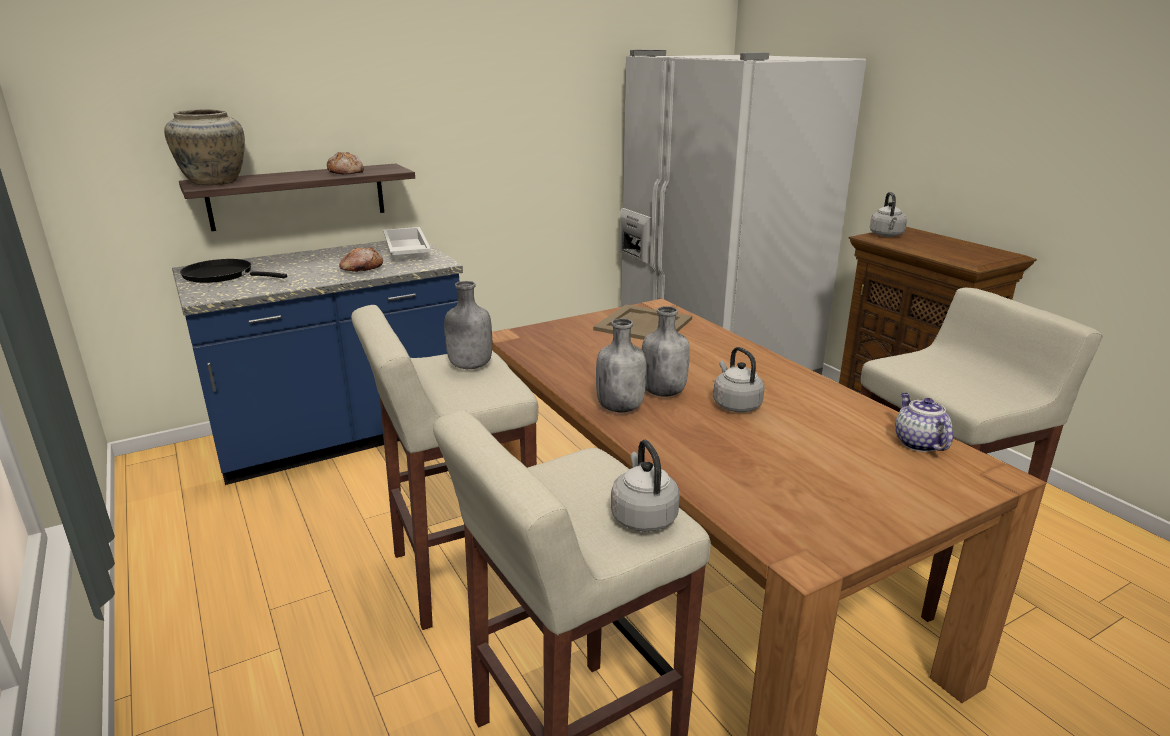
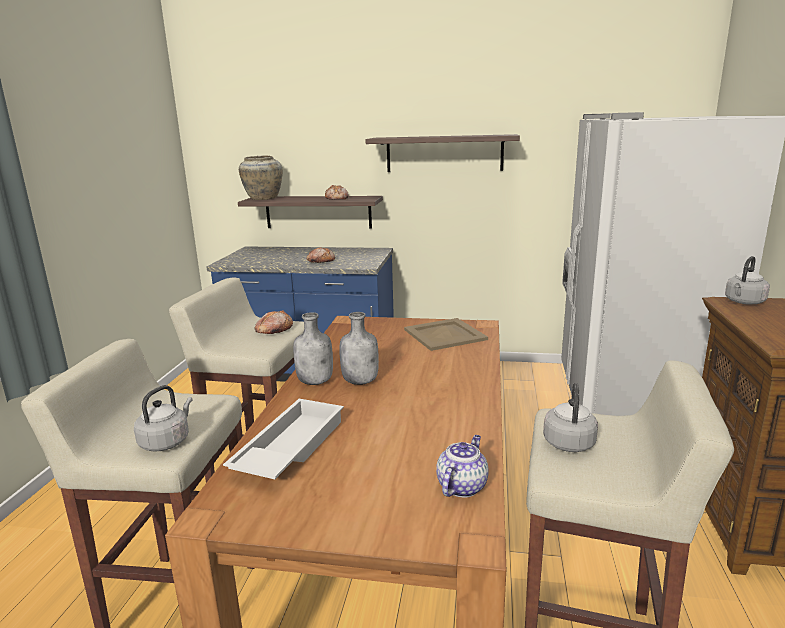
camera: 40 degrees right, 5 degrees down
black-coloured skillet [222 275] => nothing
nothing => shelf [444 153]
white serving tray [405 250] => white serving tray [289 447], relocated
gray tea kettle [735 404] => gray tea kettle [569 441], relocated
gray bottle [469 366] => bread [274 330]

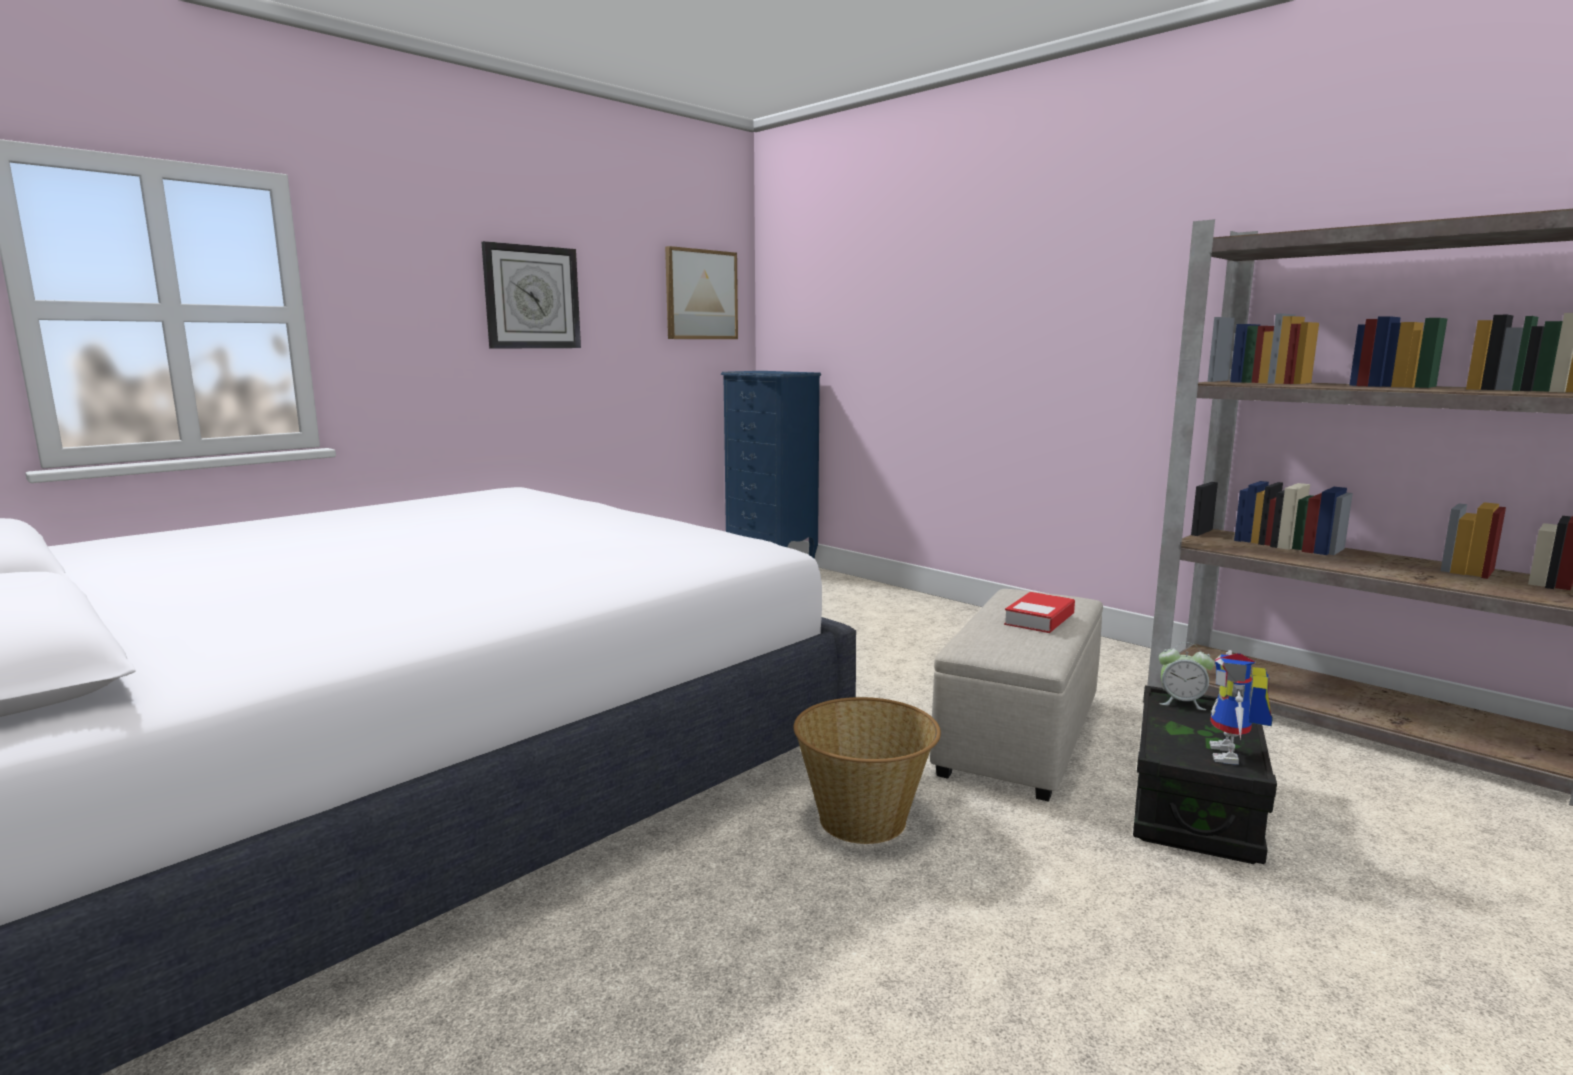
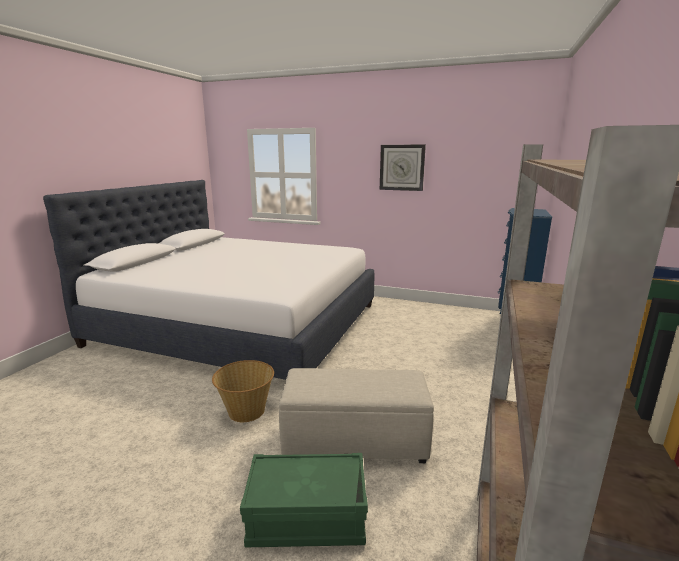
camera: 65 degrees right, 5 degrees up
picture [701 295] => nothing
book [1039 619] => nothing
alarm clock [1181 702] => nothing
robot figure [1233 757] => nothing
black-coloured storage container [1194 805] => green-coloured storage container [307 518]

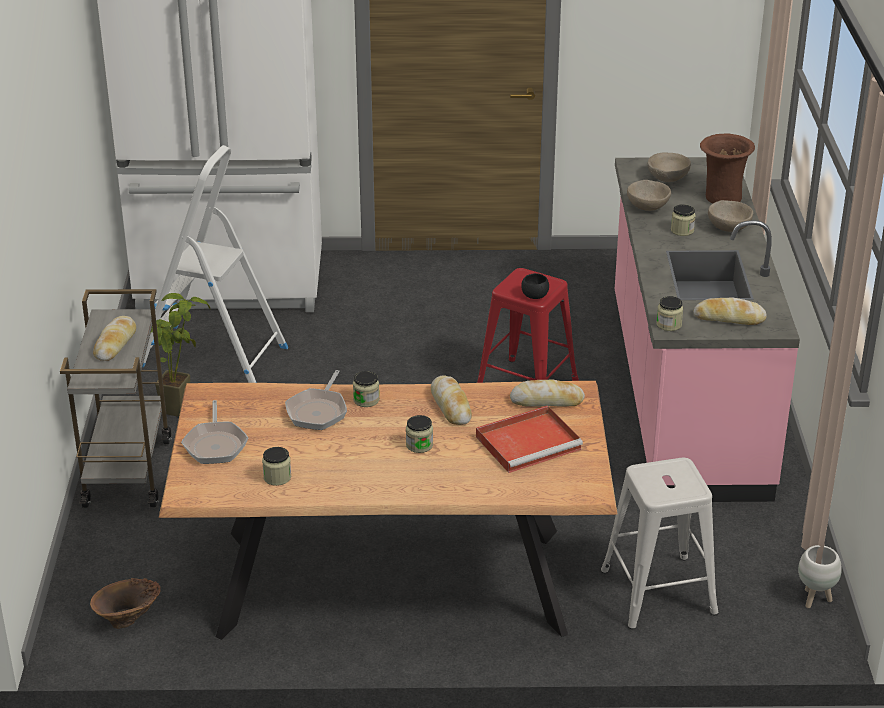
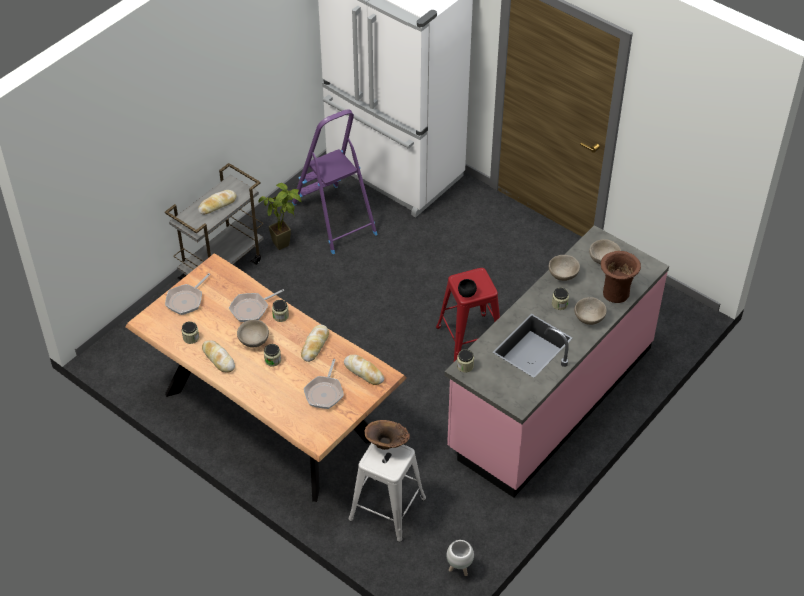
camera: 40 degrees right, 15 degrees up
nothing => beige-coloured serving bowl [253 340]
brownish flower vase [129 621] => brownish flower vase [387 446], relocated
bread [729 318] => bread [218 358], relocated
red-coloured serving tray [529 442] => skillet [325 392]
white stepladder [211 356] => purple stepladder [333 218]

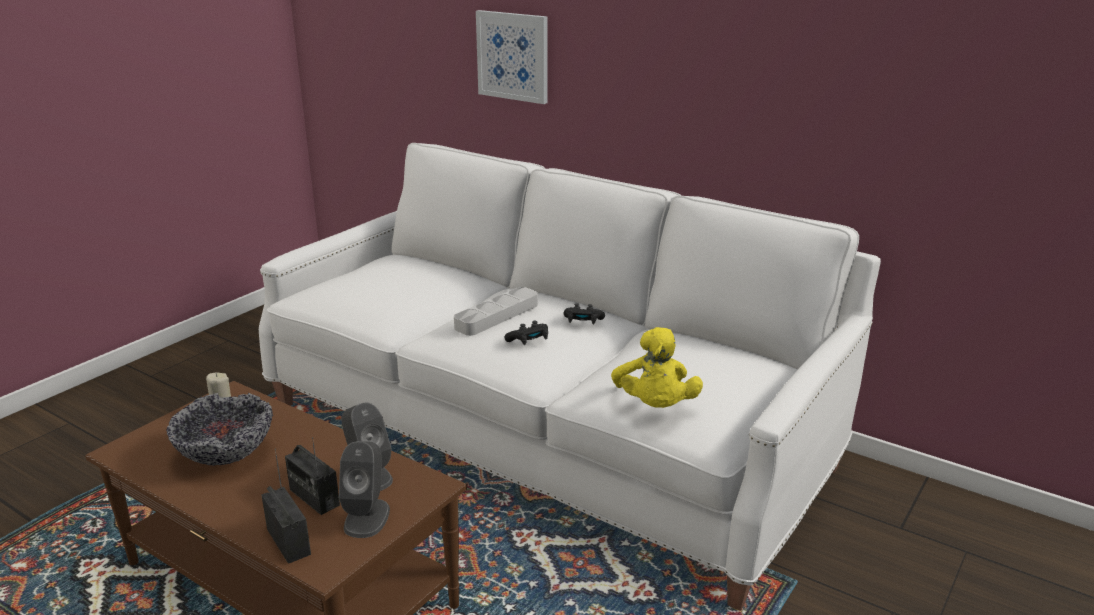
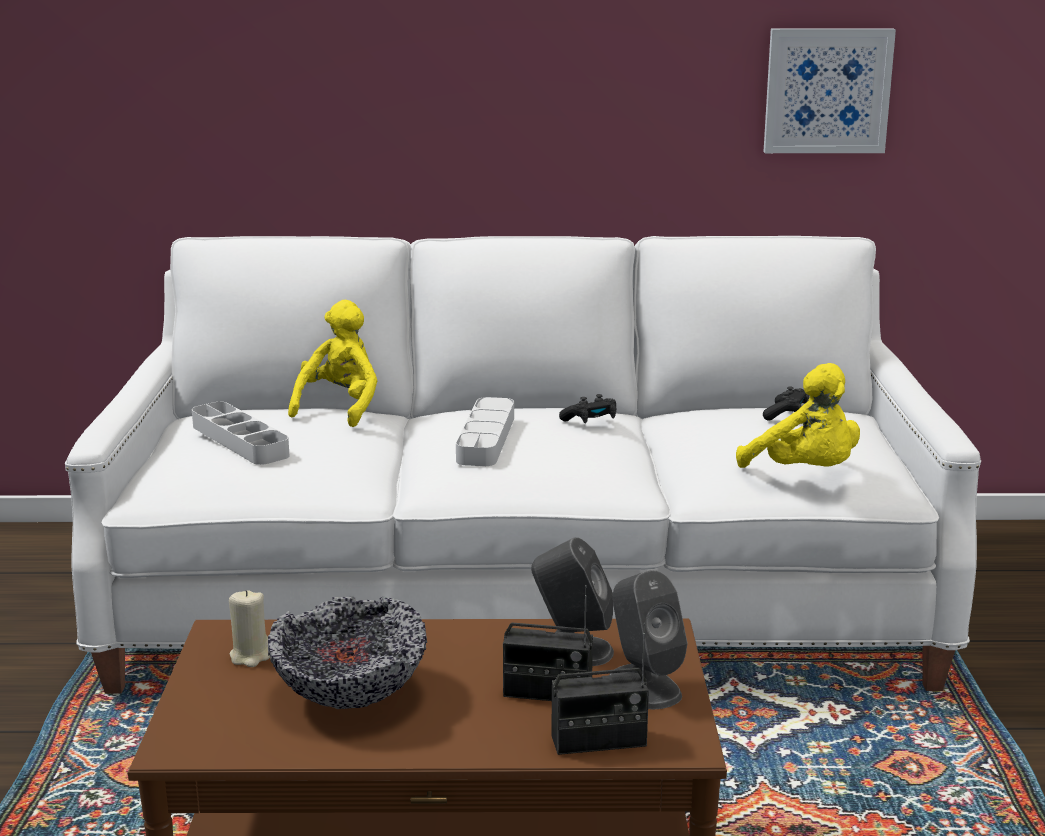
camera: 35 degrees left, 5 degrees down
nothing => gray serving tray [240 440]
nothing => yellow-coloured soft toy [340 408]
picture [513 56] => picture [827 91], relocated
black-coloured gamepad [529 341] => black-coloured gamepad [786 414], relocated
radio [289 541] => radio [598 741], 150 degrees clockwise

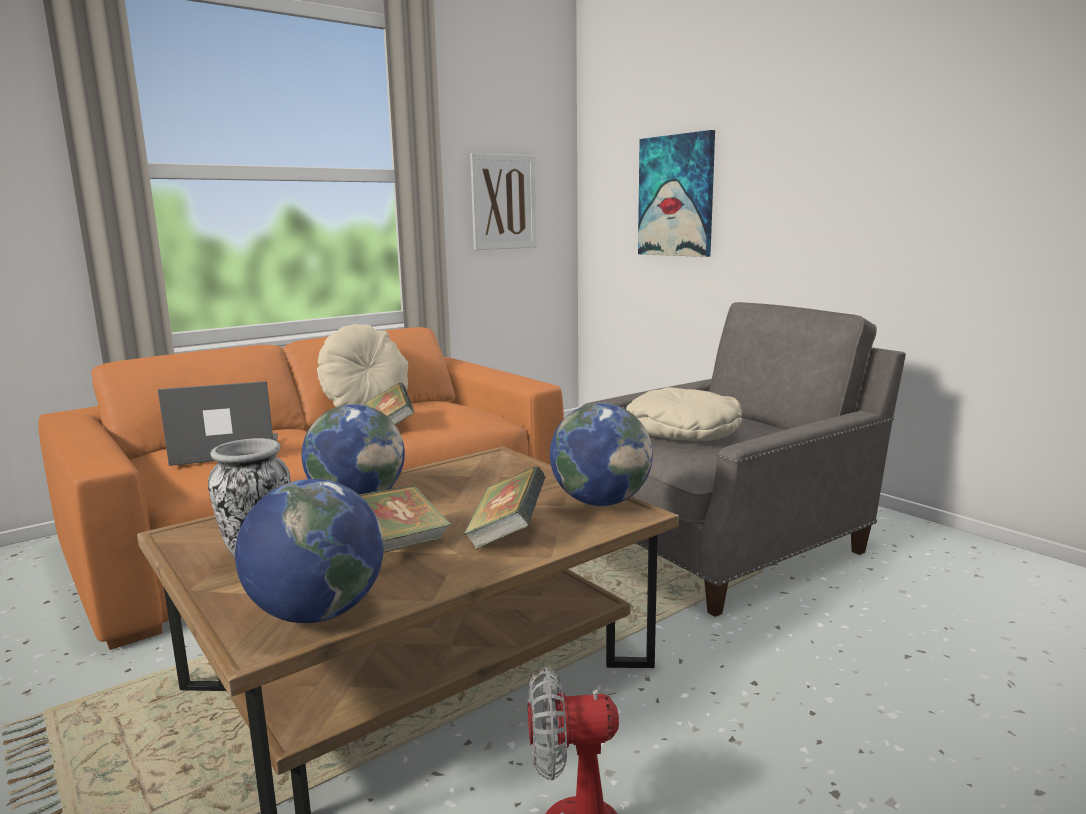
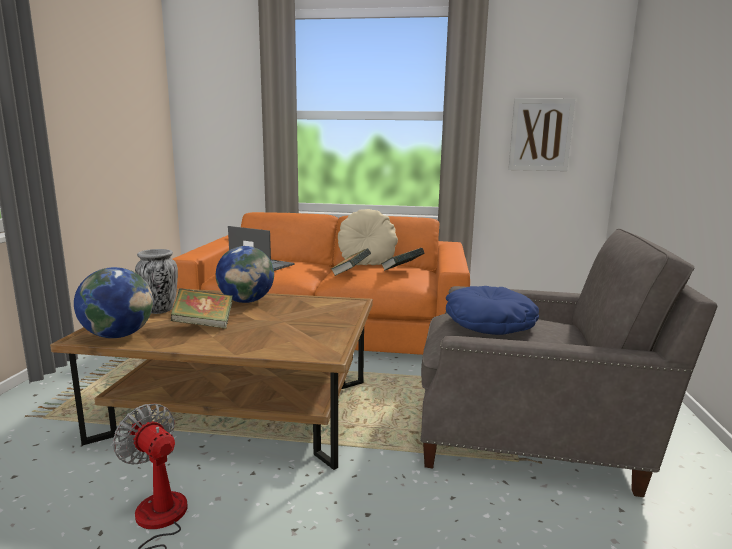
camera: 45 degrees right, 0 degrees up
desk globe [600 502] => nothing
picture [676 196] => nothing
book [507 534] => book [402 271], relocated
beige-coloured cushion [685 432] => bluish cushion [490 324]

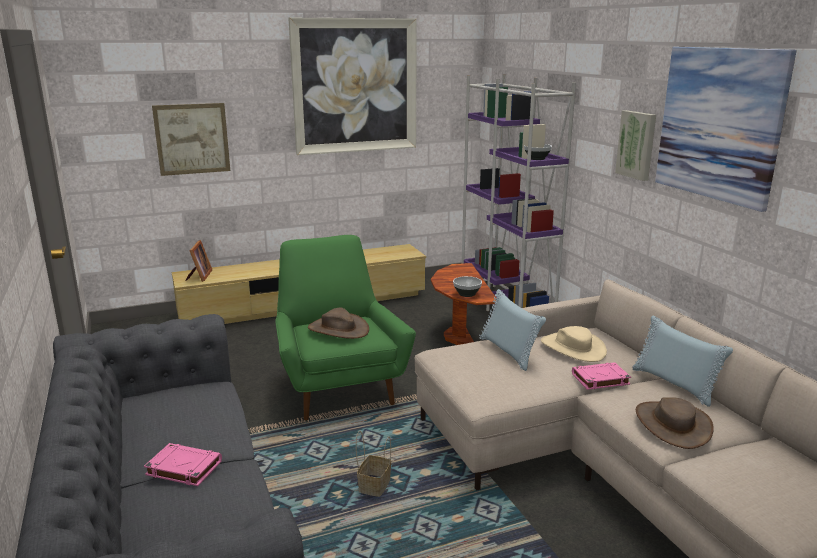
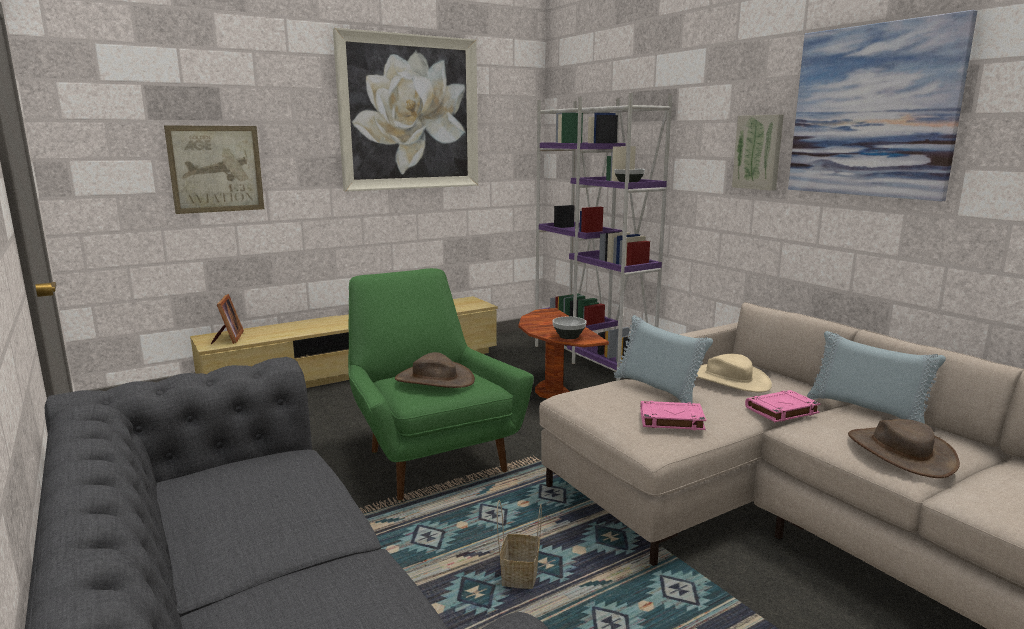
camera: 10 degrees left, 5 degrees down
pinkish book [183 468] => pinkish book [670 420], relocated

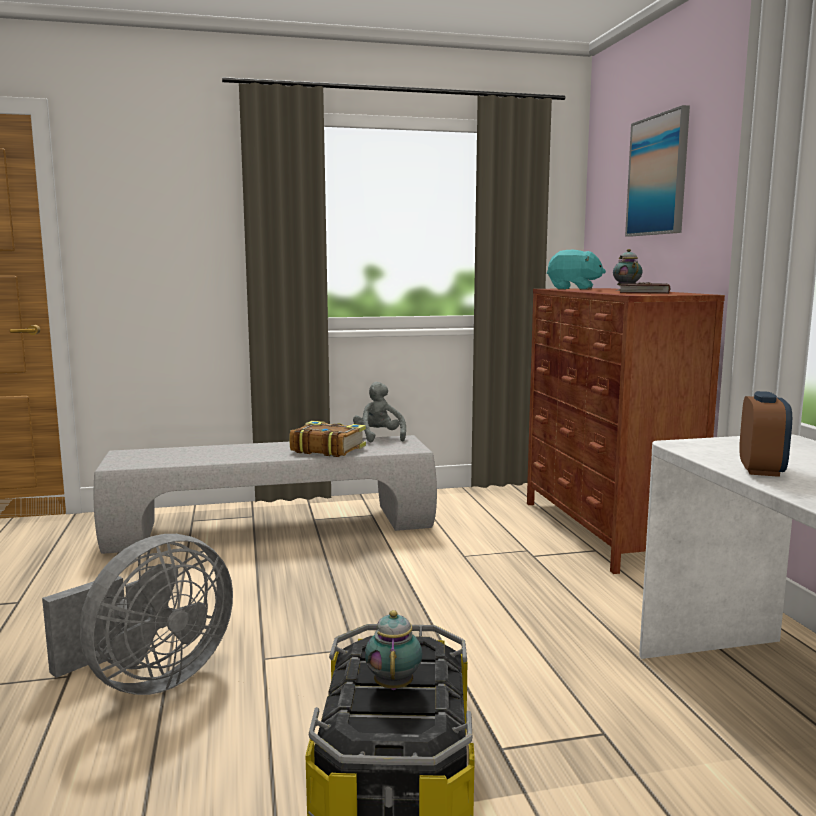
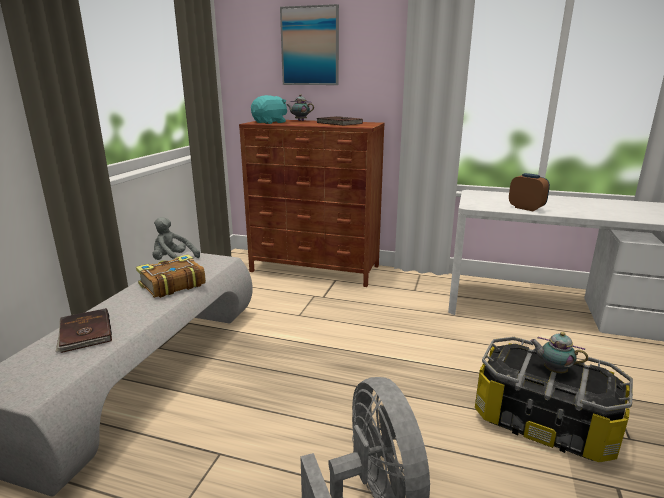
camera: 60 degrees left, 10 degrees up
nothing => brownish book [84 333]

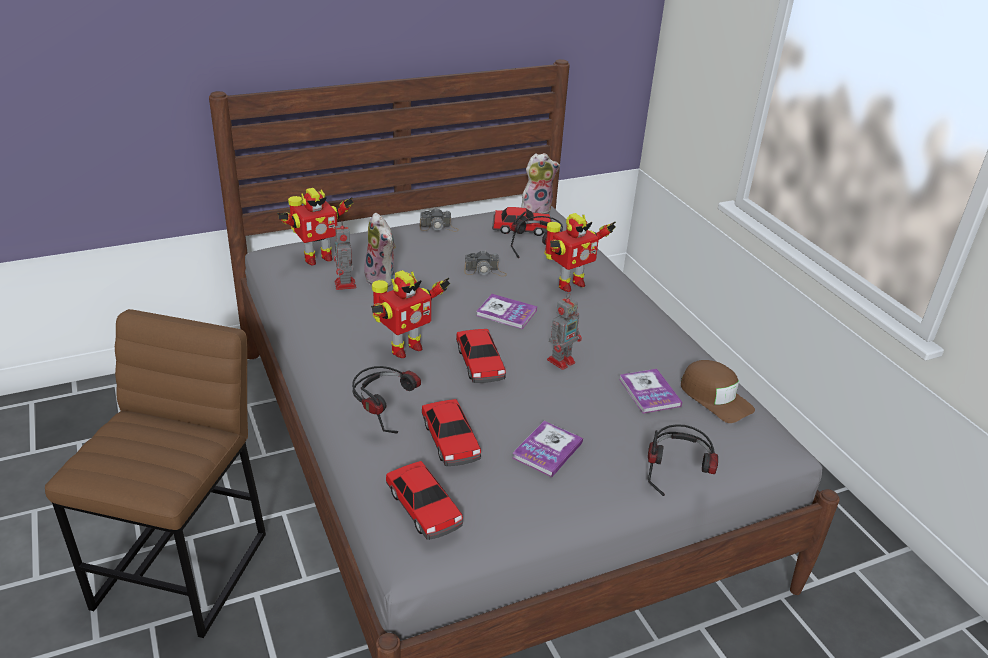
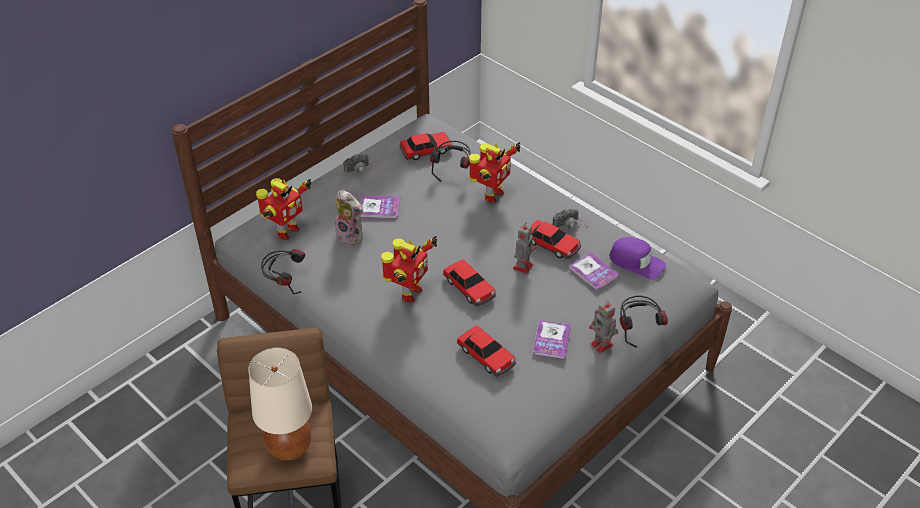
camera: 20 degrees left, 10 degrees up
soft toy [536 209] => nothing
nothing => beige-coloured lamp for a table [290 447]
robot figure [345 285] => robot figure [602 345], relocated
headphones [383 415] => headphones [285 283], relocated
toy car [424 508] => toy car [552 245], relocated
photo camera [485 271] => photo camera [569 224], relocated
book [506 313] => book [379 208], relocated
brownish baseball cap [715 397] => purple baseball cap [636 262]

